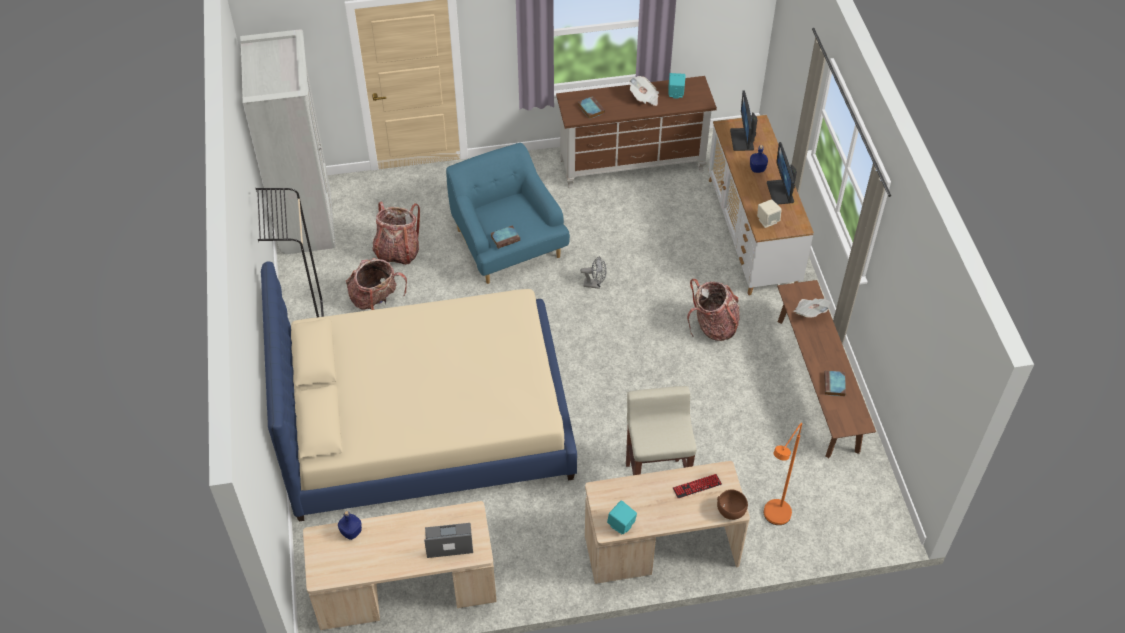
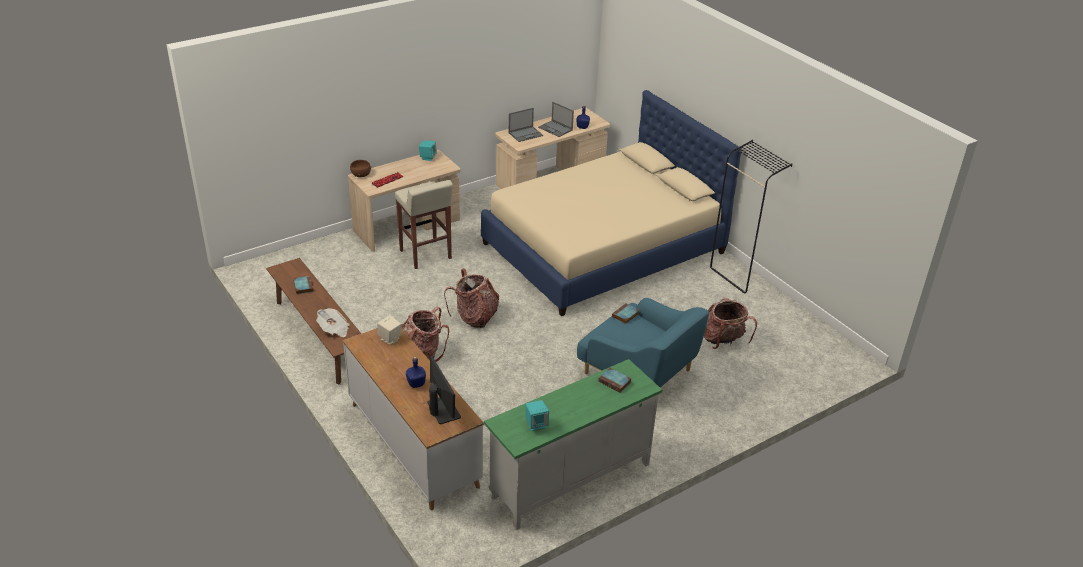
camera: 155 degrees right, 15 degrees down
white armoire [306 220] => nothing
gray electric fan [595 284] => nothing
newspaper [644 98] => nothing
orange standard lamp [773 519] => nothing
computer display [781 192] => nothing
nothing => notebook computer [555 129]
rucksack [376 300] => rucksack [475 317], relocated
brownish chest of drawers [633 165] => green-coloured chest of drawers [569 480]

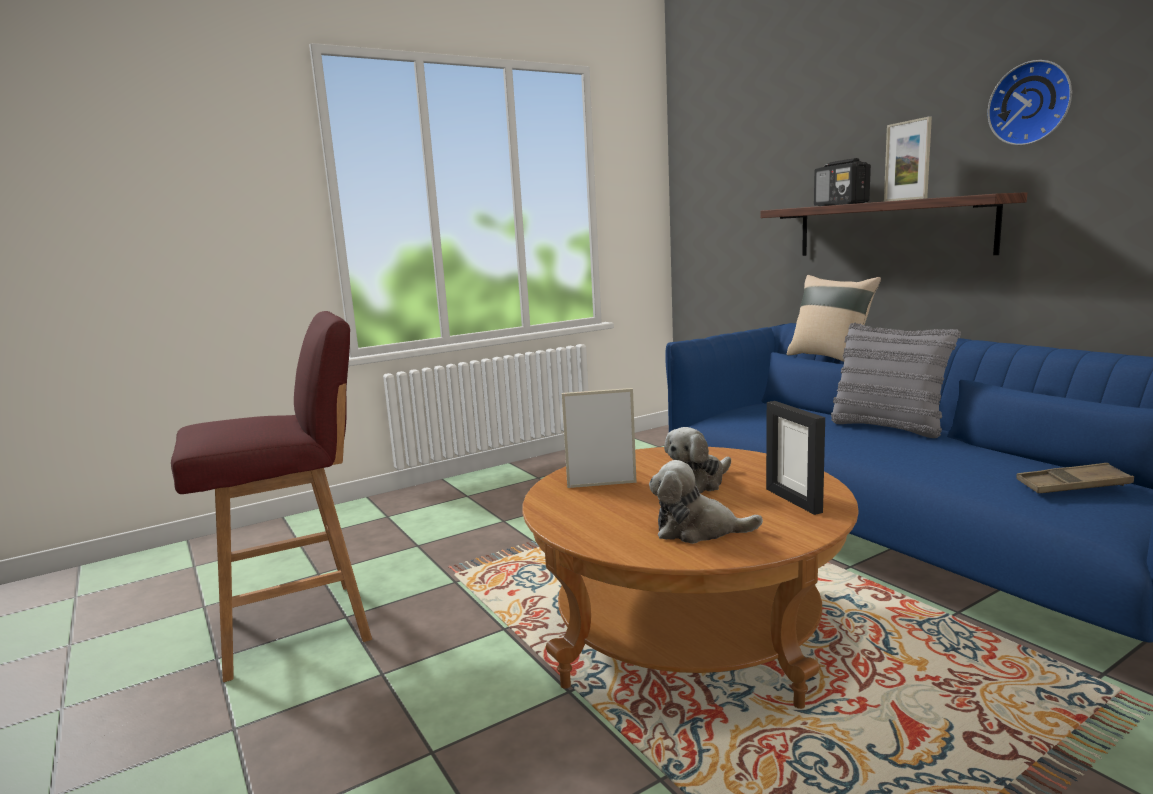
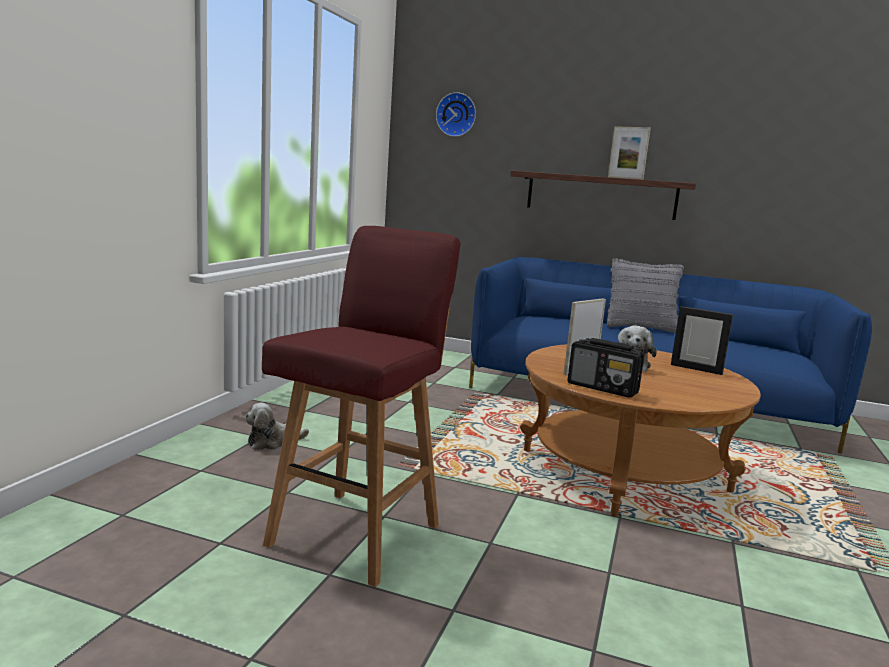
camera: 40 degrees left, 0 degrees up
beige-coloured cushion [830 358] => nothing
brownish serving tray [1072 486] => nothing
soft toy [697 530] => soft toy [273 442], relocated
radio [840 204] => radio [603 388], relocated
wall clock [1031 103] => wall clock [456 115], relocated

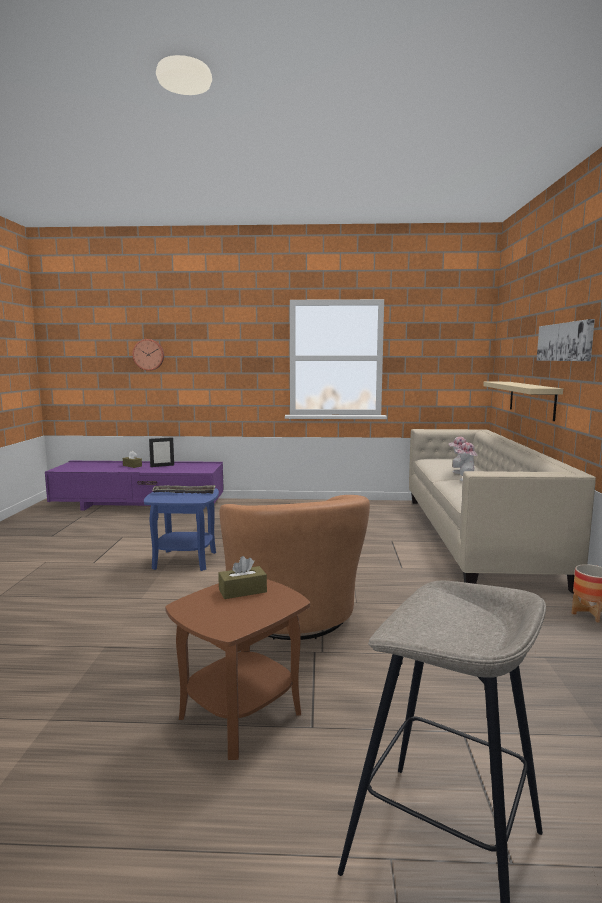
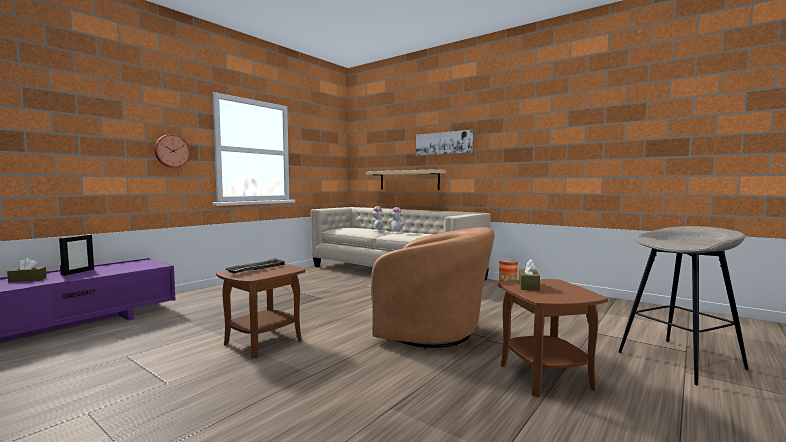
camera: 55 degrees left, 5 degrees down
wall clock [149 354] => wall clock [171 151], relocated
bluish accent table [185 560] => brownish accent table [263 342]

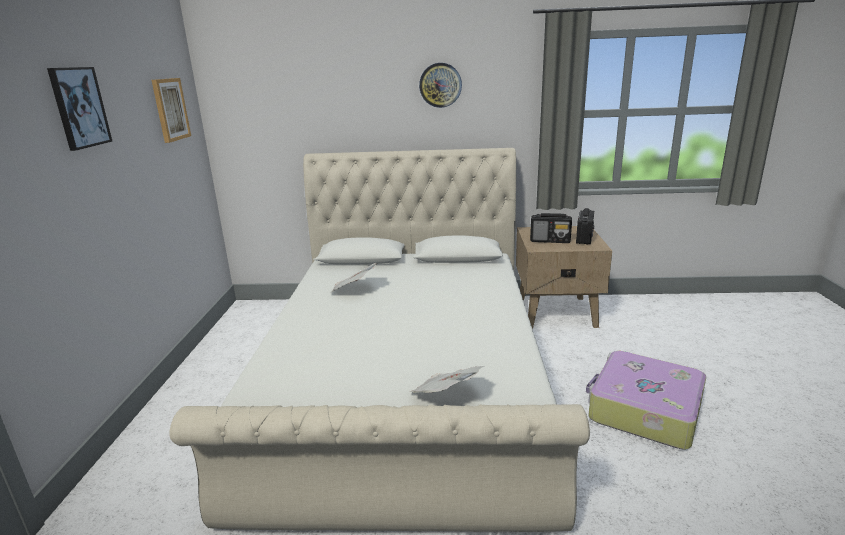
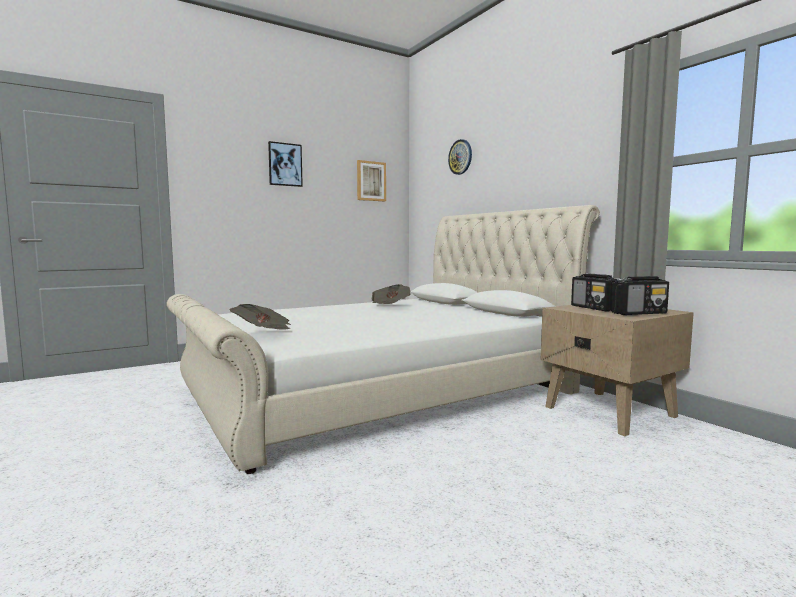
camera: 55 degrees right, 15 degrees down
travel case [643 410] => nothing
wall clock [440 85] => wall clock [460 157], relocated

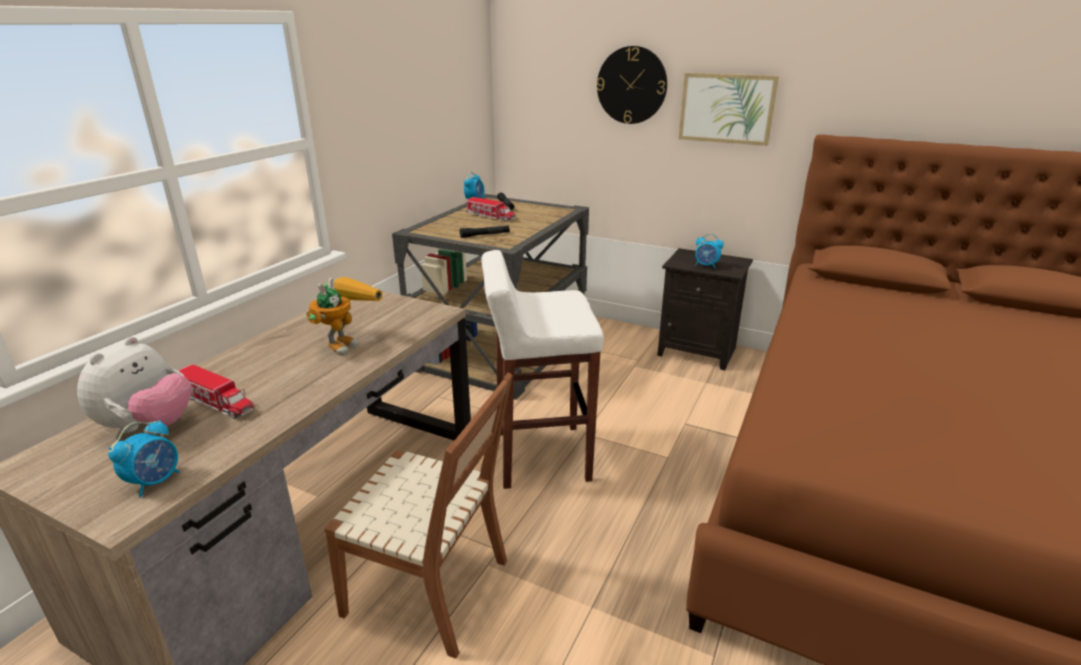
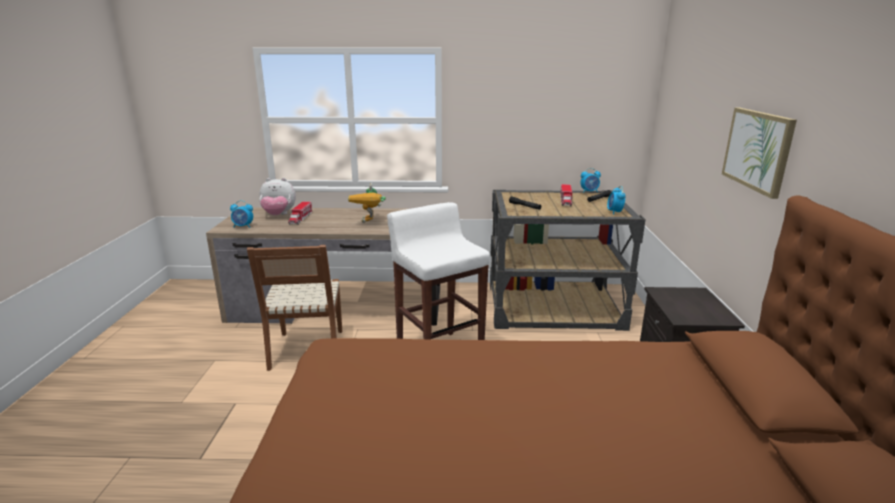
camera: 65 degrees right, 5 degrees down
wall clock [631 85] => nothing
alarm clock [706 266] => alarm clock [614 212], relocated
robot figure [346 342] => robot figure [370 223], 90 degrees clockwise

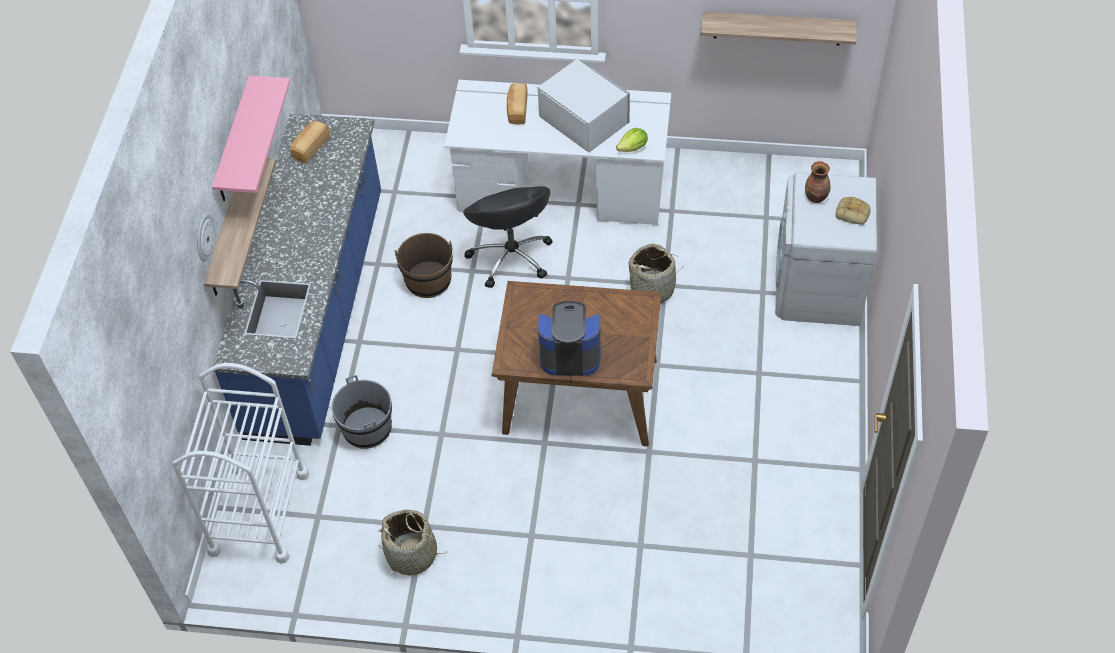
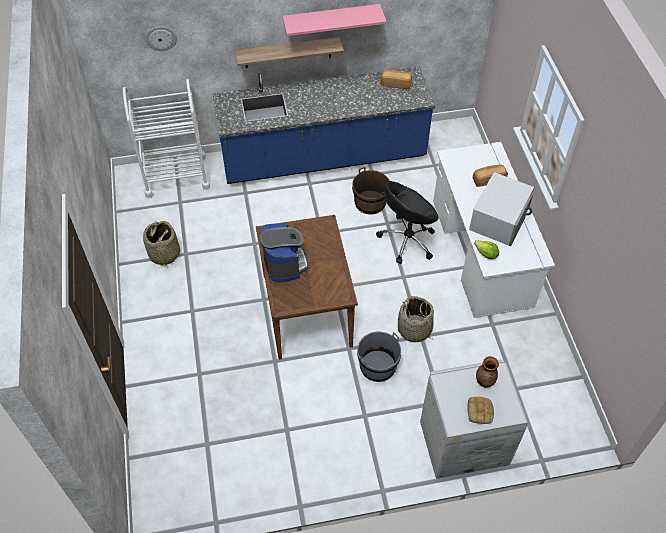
camera: 70 degrees right, 0 degrees up
shelf [777 28] => nothing
wall clock [203 237] => wall clock [161 37], relocated
gray pail [367 428] => gray pail [377 366], relocated

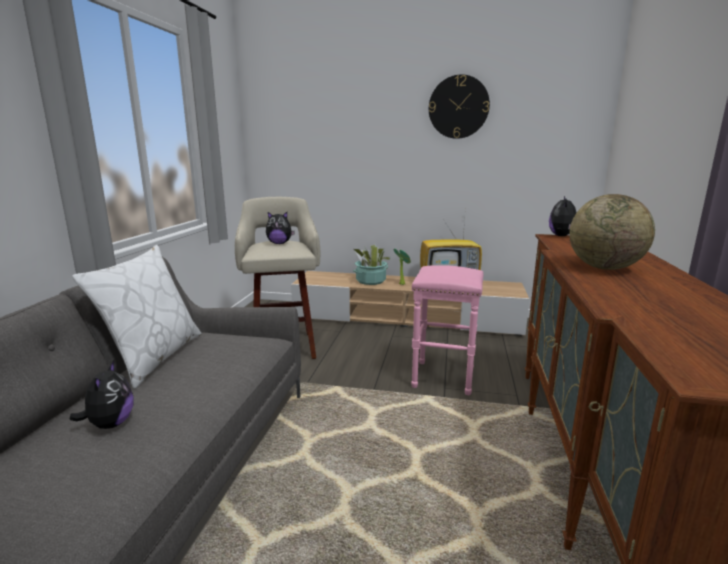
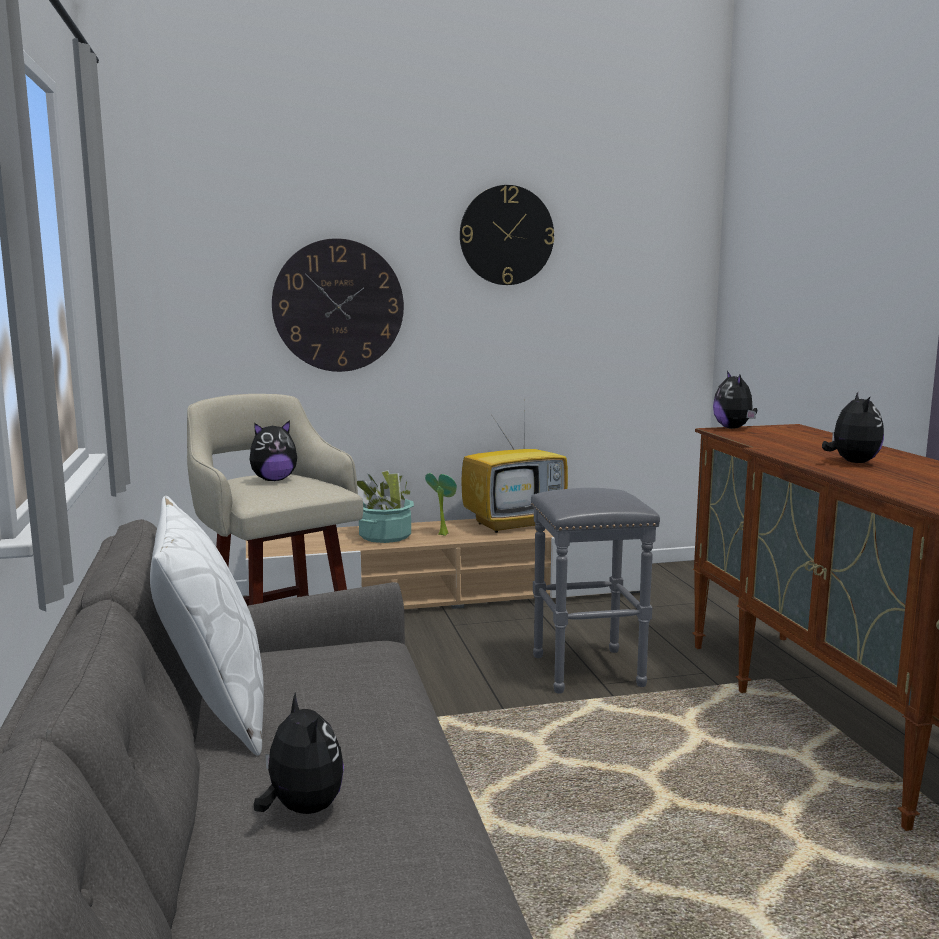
camera: 25 degrees left, 5 degrees down
nothing => wall clock [338 305]
desk globe [604 268] => soft toy [851 462]
pinkish stool seat [444 377] => gray stool seat [589 669]

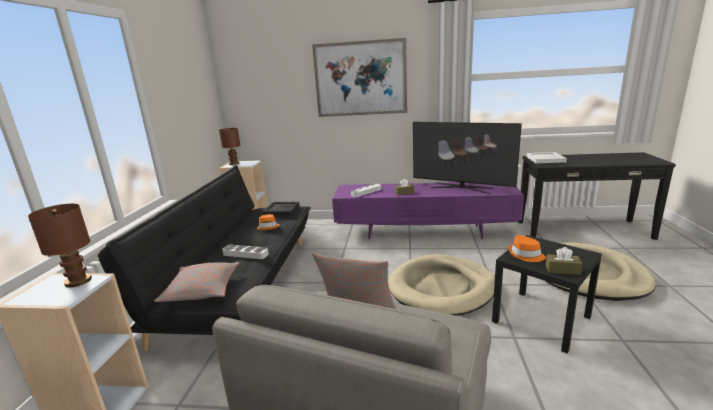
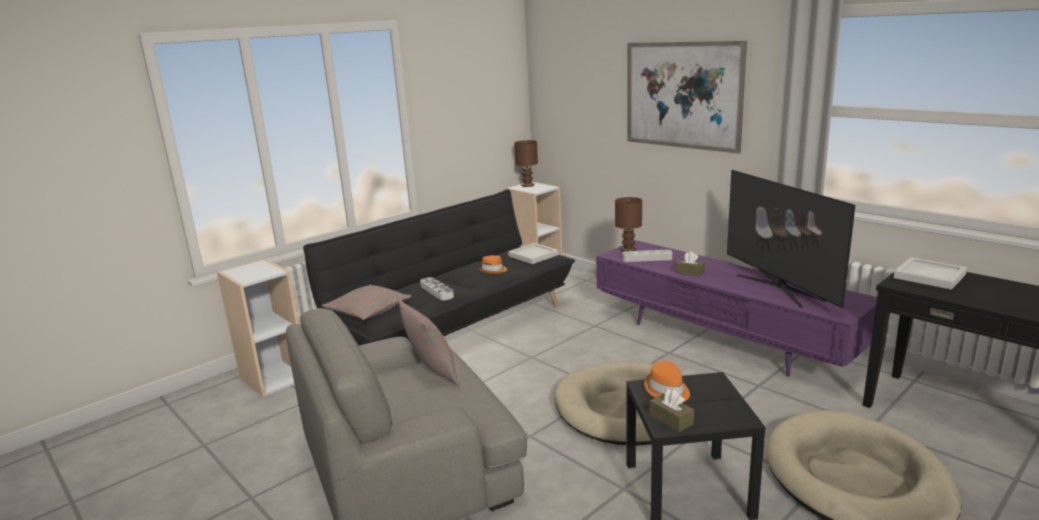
camera: 40 degrees right, 0 degrees up
brownish lamp for a table [78 281] => brownish lamp for a table [628 249], relocated
black-coloured serving tray [282 210] => white serving tray [533 255]

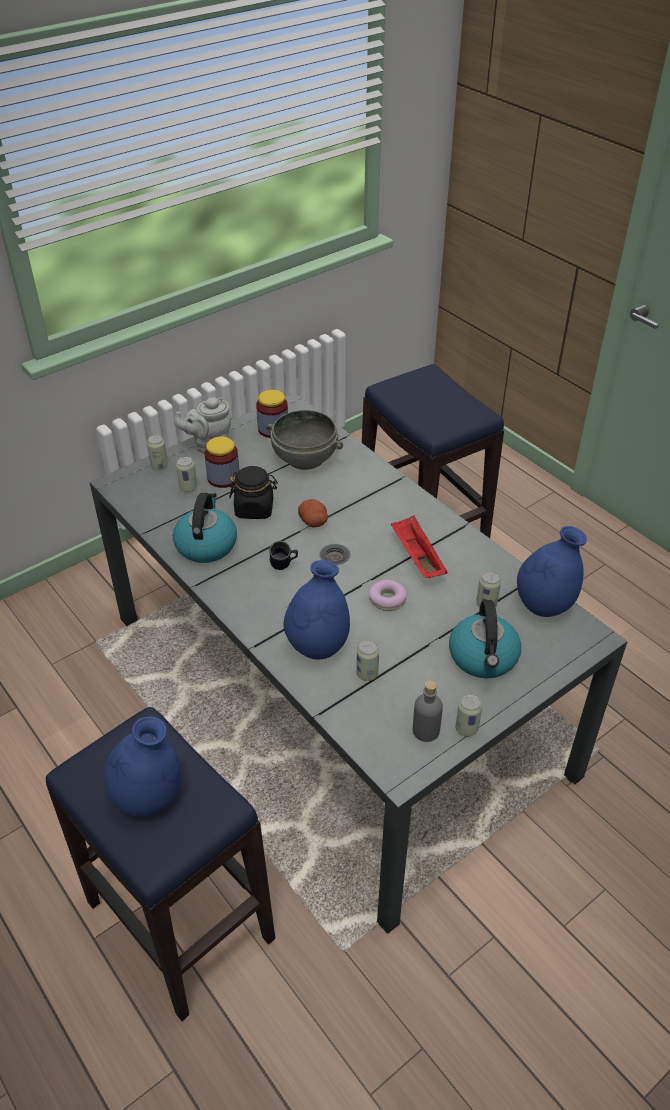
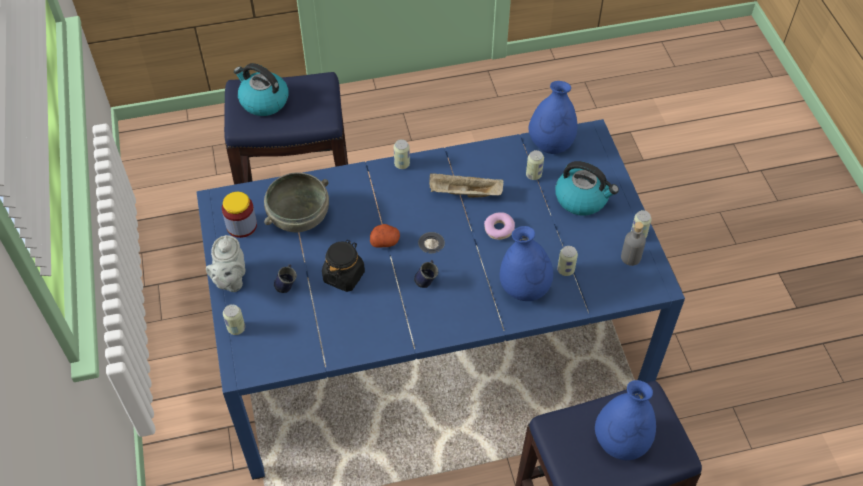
camera: 65 degrees left, 10 degrees up
tea kettle [206 544] => tea kettle [263 101], relocated
can [188 487] => can [402 164], relocated
jar [223 477] => bluish coffee mug [287 285]
gray kitchen table [335 693] => bluish kitchen table [431 342]
red-coloured serving tray [416 557] => beige-coloured serving tray [464 193]

